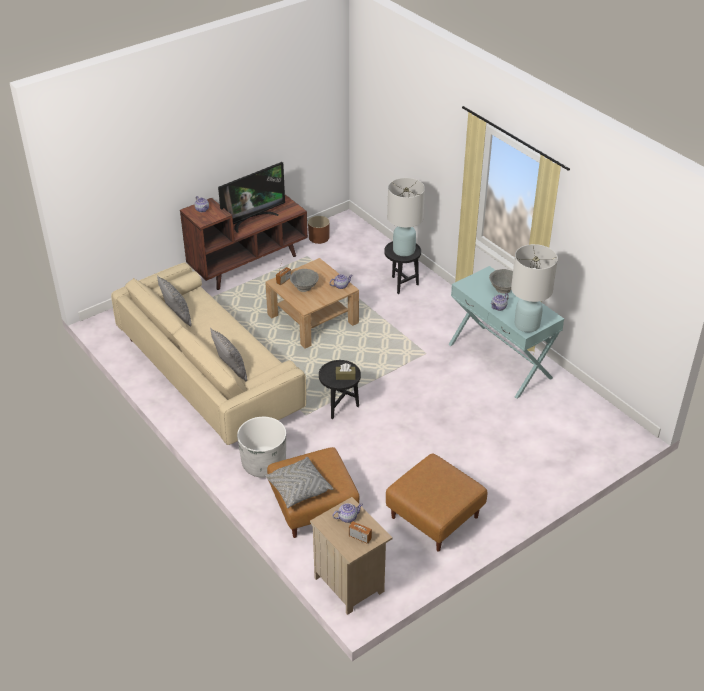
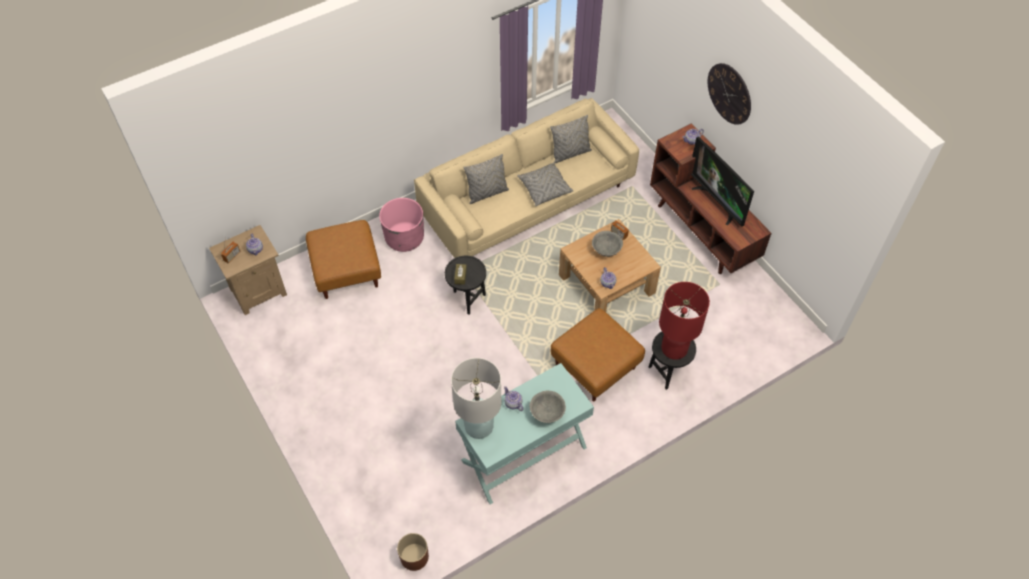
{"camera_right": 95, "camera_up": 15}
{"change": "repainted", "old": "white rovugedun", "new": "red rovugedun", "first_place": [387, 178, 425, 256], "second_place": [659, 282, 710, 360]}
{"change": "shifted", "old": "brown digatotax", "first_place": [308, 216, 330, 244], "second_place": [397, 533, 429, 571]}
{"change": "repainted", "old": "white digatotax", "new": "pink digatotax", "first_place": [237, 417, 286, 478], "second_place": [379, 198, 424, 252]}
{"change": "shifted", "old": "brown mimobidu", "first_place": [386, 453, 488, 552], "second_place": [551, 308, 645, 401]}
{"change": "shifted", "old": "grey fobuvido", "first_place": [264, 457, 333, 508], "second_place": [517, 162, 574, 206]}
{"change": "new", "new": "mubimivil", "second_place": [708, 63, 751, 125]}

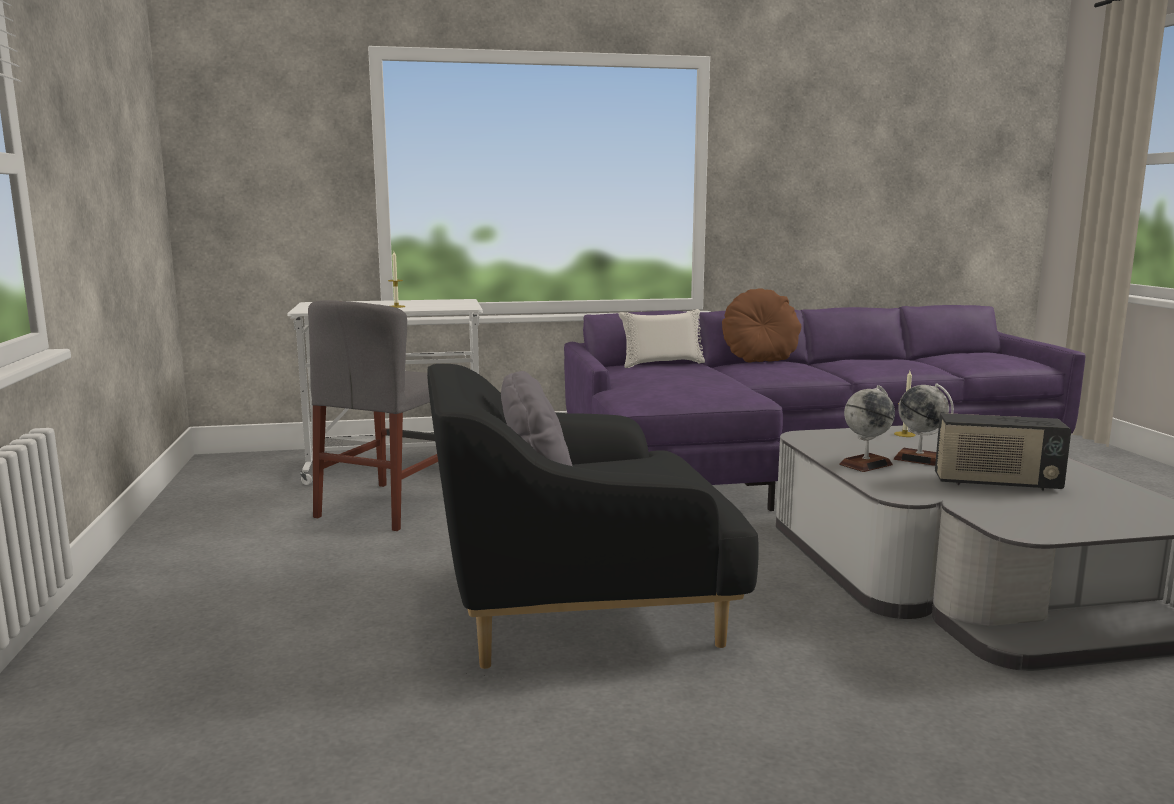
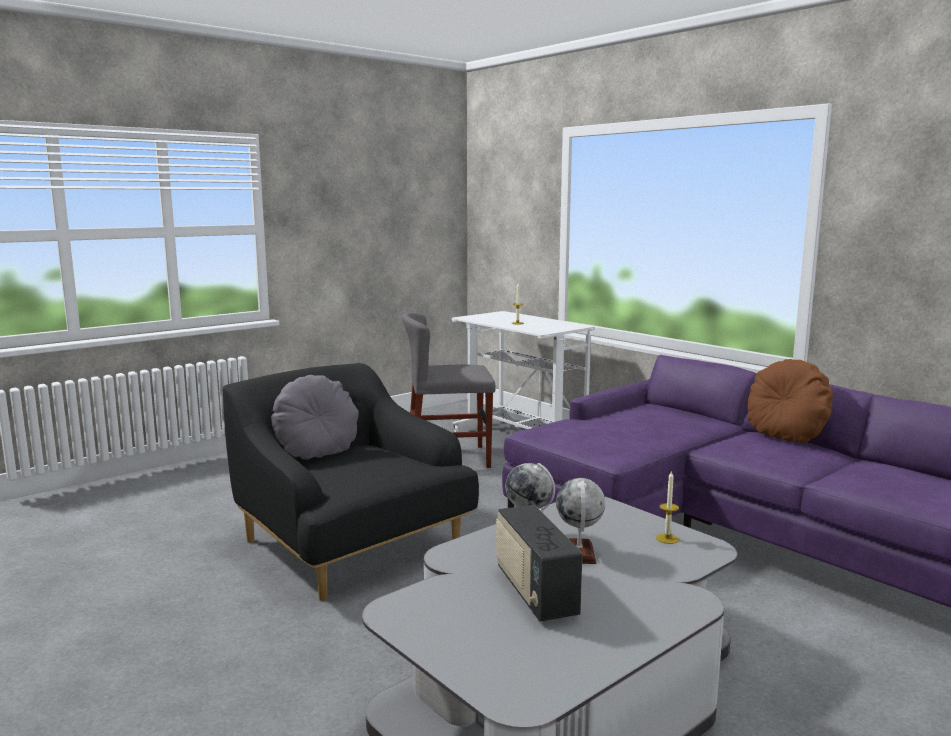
{"camera_right": 60, "camera_up": 0}
{"change": "gone", "old": "white fobuvido", "first_place": [619, 309, 705, 368]}

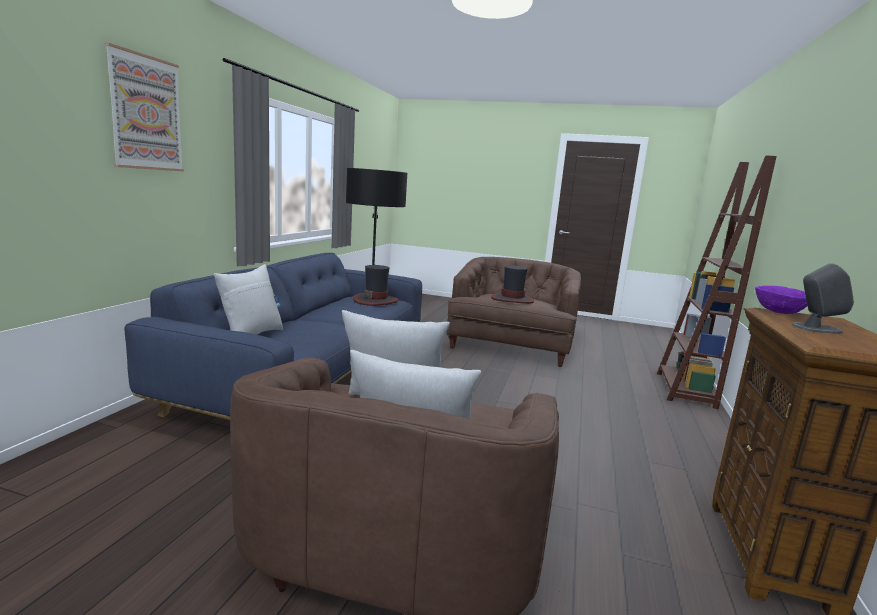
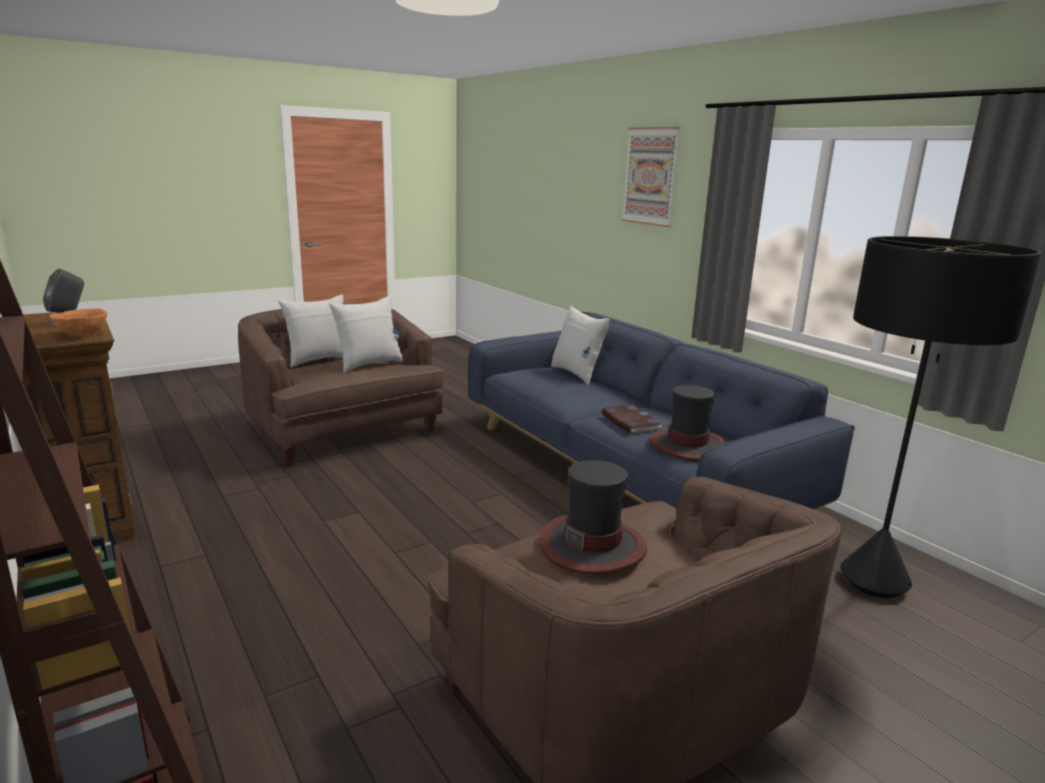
{"camera_right": 130, "camera_up": 5}
{"change": "repainted", "old": "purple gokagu", "new": "orange gokagu", "first_place": [755, 286, 807, 314], "second_place": [50, 308, 107, 336]}
{"change": "new", "new": "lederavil", "second_place": [602, 404, 663, 434]}

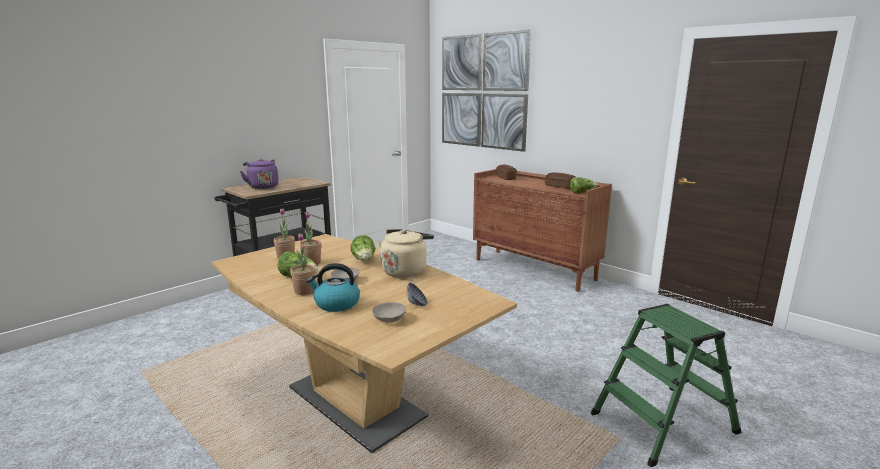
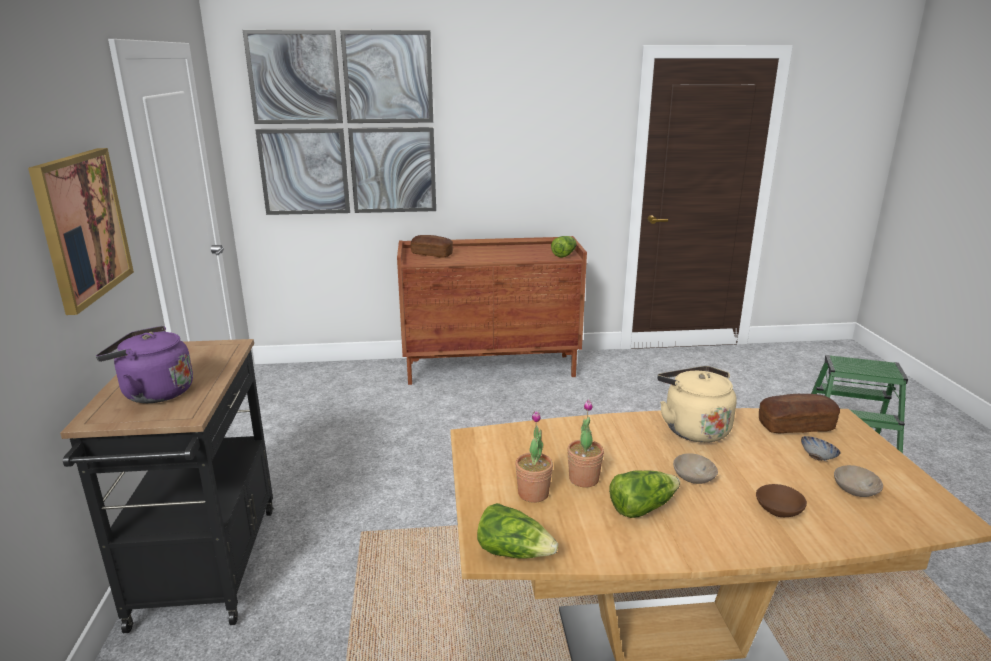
{"camera_right": -50, "camera_up": 5}
{"change": "shifted", "old": "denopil", "first_place": [545, 172, 575, 189], "second_place": [759, 394, 840, 433]}
{"change": "gone", "old": "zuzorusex", "first_place": [290, 233, 315, 295]}
{"change": "shifted", "old": "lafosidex", "first_place": [350, 235, 375, 261], "second_place": [477, 503, 558, 559]}
{"change": "swapped", "old": "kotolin", "new": "brown gokagu", "first_place": [306, 263, 360, 312], "second_place": [756, 484, 807, 517]}
{"change": "new", "new": "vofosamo", "second_place": [28, 148, 134, 315]}

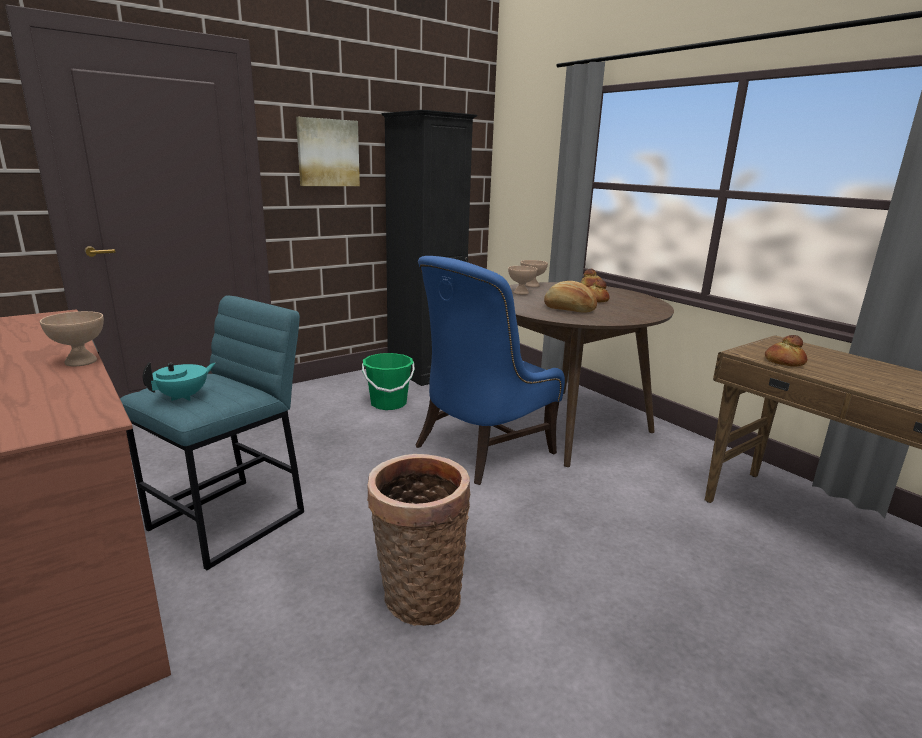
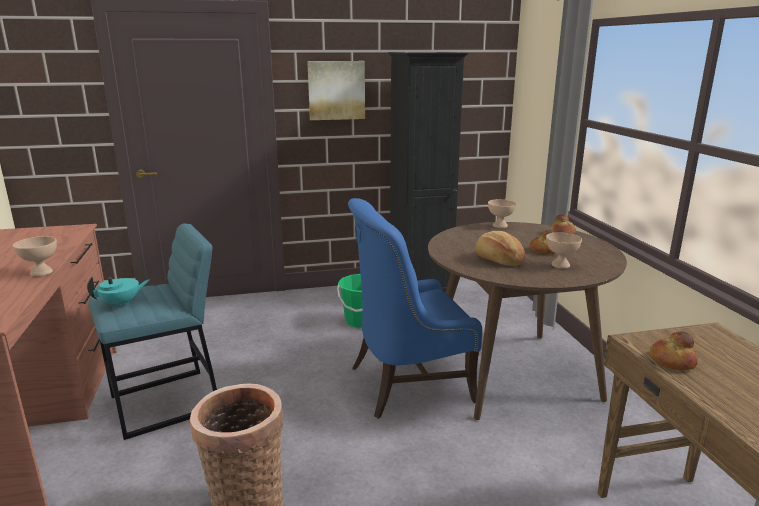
{"camera_right": 25, "camera_up": 0}
{"change": "shifted", "old": "beige gokagu", "first_place": [508, 266, 537, 295], "second_place": [546, 232, 582, 269]}

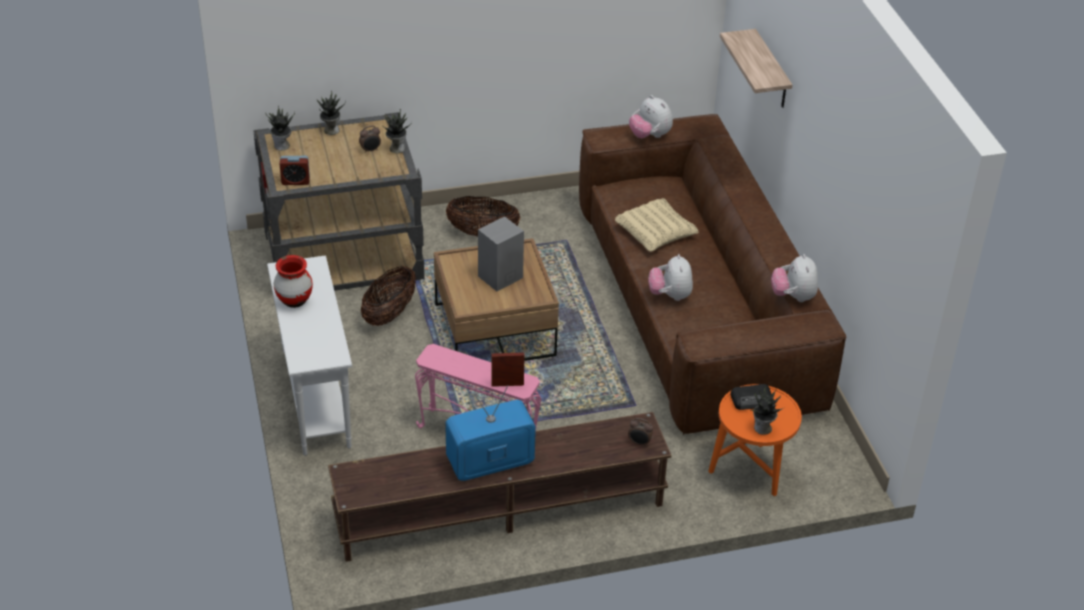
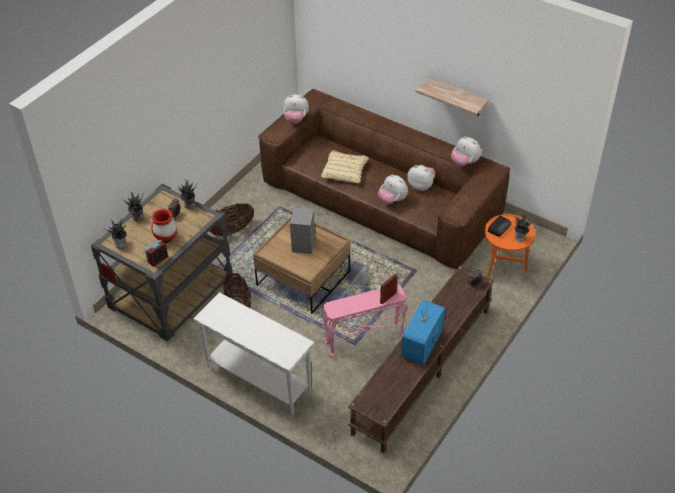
{"camera_right": -40, "camera_up": 5}
{"change": "shifted", "old": "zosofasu", "first_place": [720, 29, 792, 108], "second_place": [416, 77, 489, 116]}
{"change": "shifted", "old": "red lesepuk", "first_place": [273, 255, 313, 308], "second_place": [151, 209, 177, 243]}
{"change": "new", "new": "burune", "second_place": [407, 165, 435, 191]}

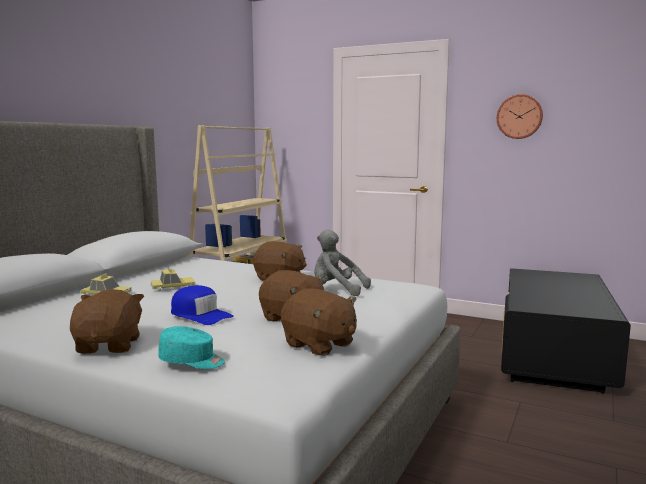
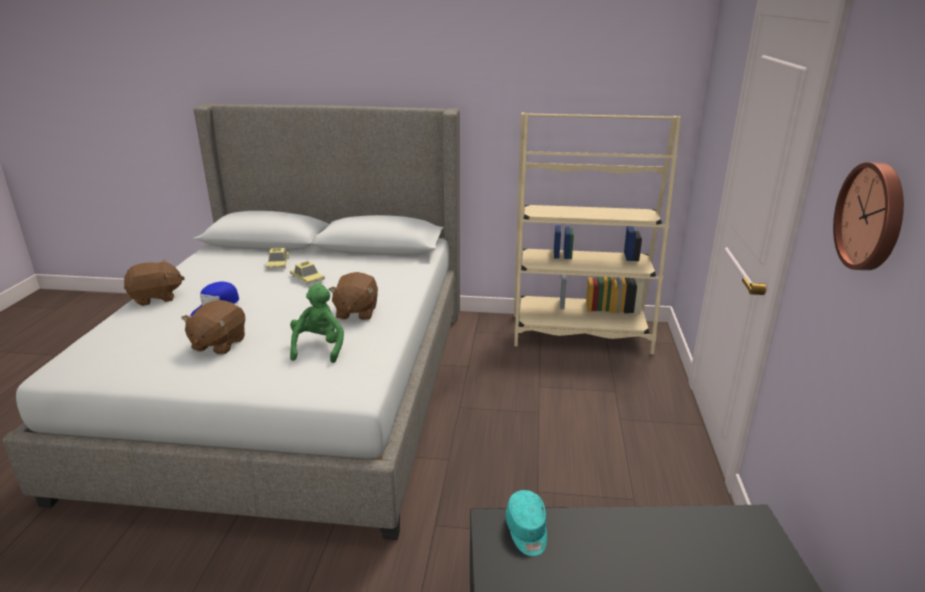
{"camera_right": 70, "camera_up": 15}
{"change": "repainted", "old": "grey burune", "new": "green burune", "first_place": [314, 229, 371, 296], "second_place": [290, 283, 344, 363]}
{"change": "gone", "old": "brown burune", "first_place": [281, 289, 357, 356]}
{"change": "shifted", "old": "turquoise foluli", "first_place": [158, 326, 225, 369], "second_place": [506, 490, 547, 556]}

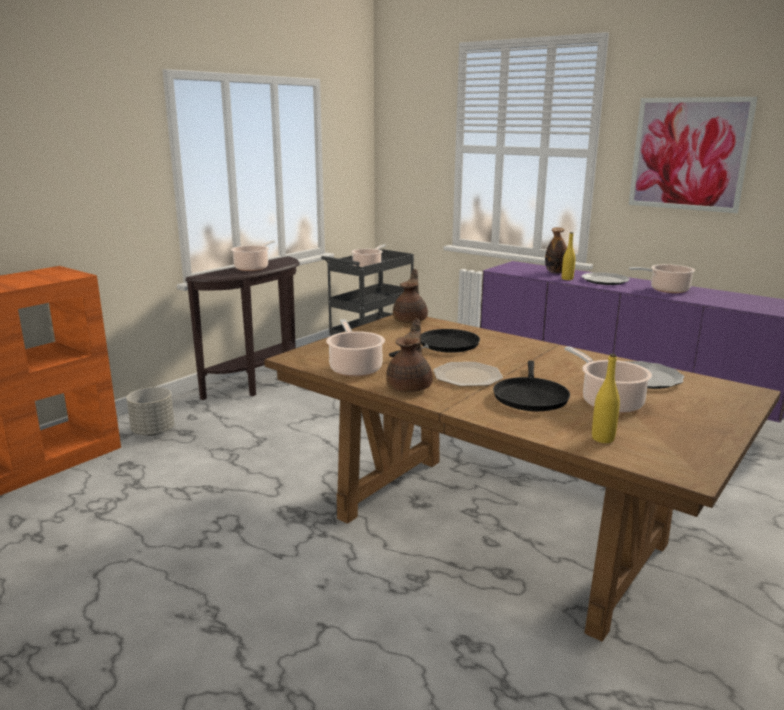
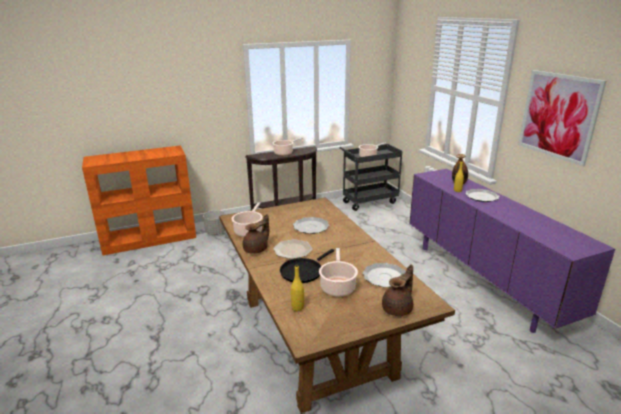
{"camera_right": 30, "camera_up": 5}
{"change": "gone", "old": "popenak", "first_place": [629, 264, 695, 293]}
{"change": "shifted", "old": "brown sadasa", "first_place": [393, 269, 428, 323], "second_place": [382, 265, 413, 316]}
{"change": "swapped", "old": "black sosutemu", "new": "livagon", "first_place": [389, 329, 480, 357], "second_place": [293, 217, 329, 234]}

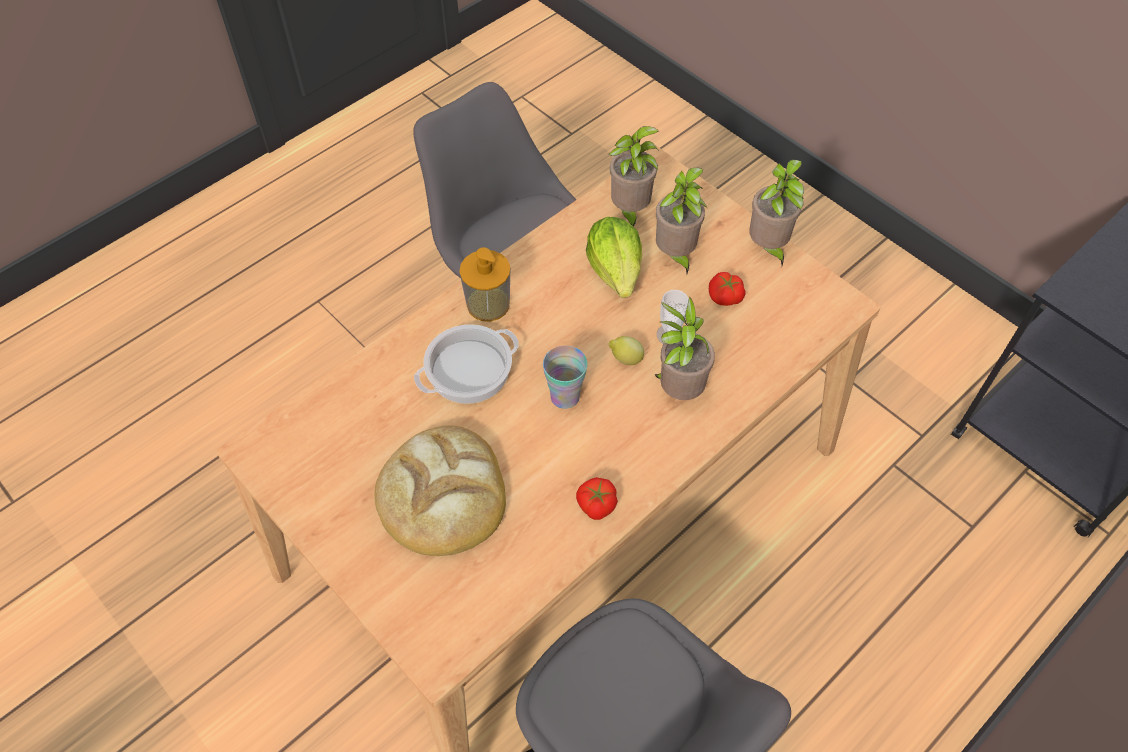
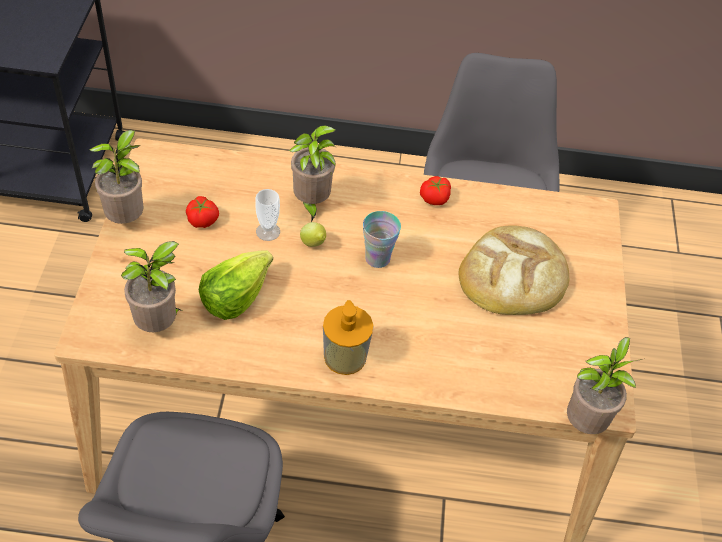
{"camera_right": -135, "camera_up": -5}
{"change": "shifted", "old": "zuzorusex", "first_place": [656, 168, 708, 274], "second_place": [567, 337, 642, 434]}
{"change": "gone", "old": "popenak", "first_place": [414, 324, 519, 404]}

